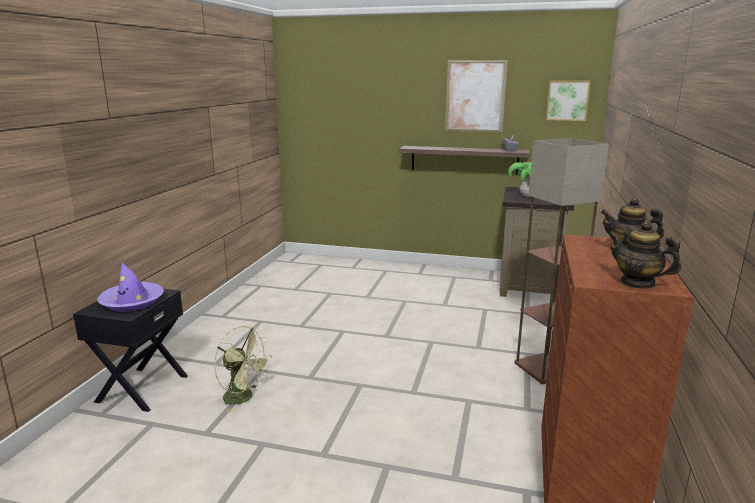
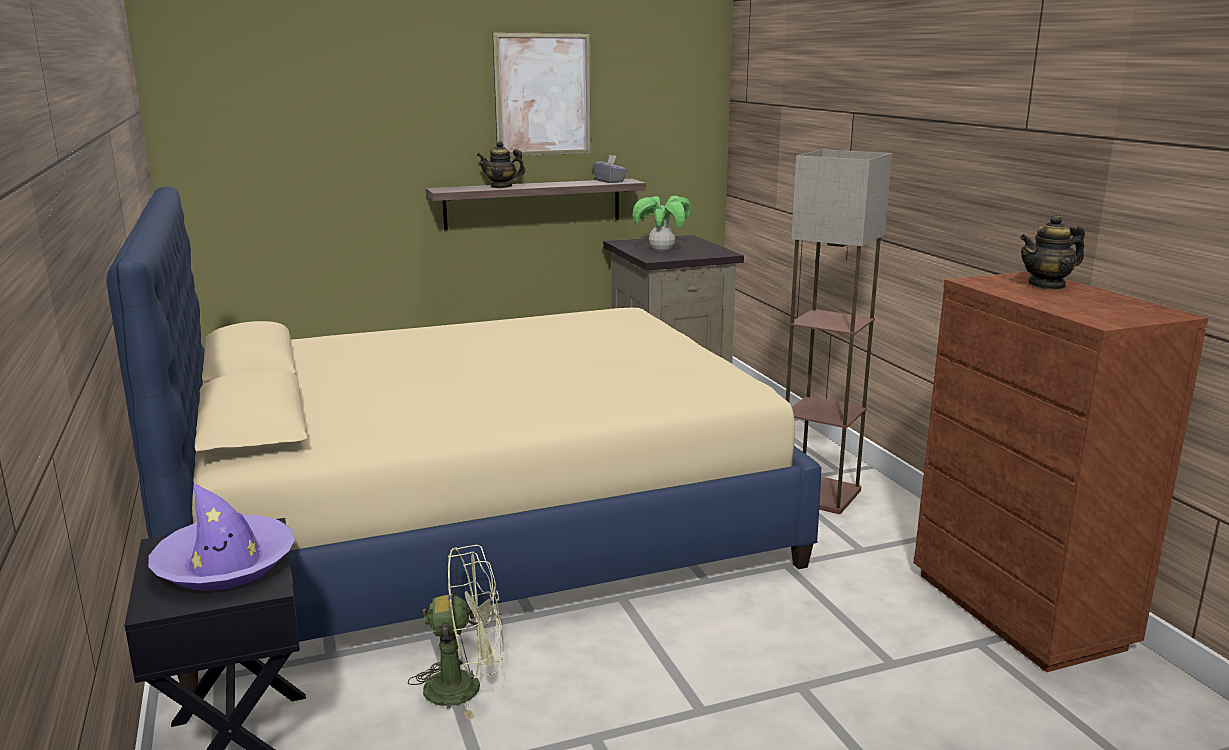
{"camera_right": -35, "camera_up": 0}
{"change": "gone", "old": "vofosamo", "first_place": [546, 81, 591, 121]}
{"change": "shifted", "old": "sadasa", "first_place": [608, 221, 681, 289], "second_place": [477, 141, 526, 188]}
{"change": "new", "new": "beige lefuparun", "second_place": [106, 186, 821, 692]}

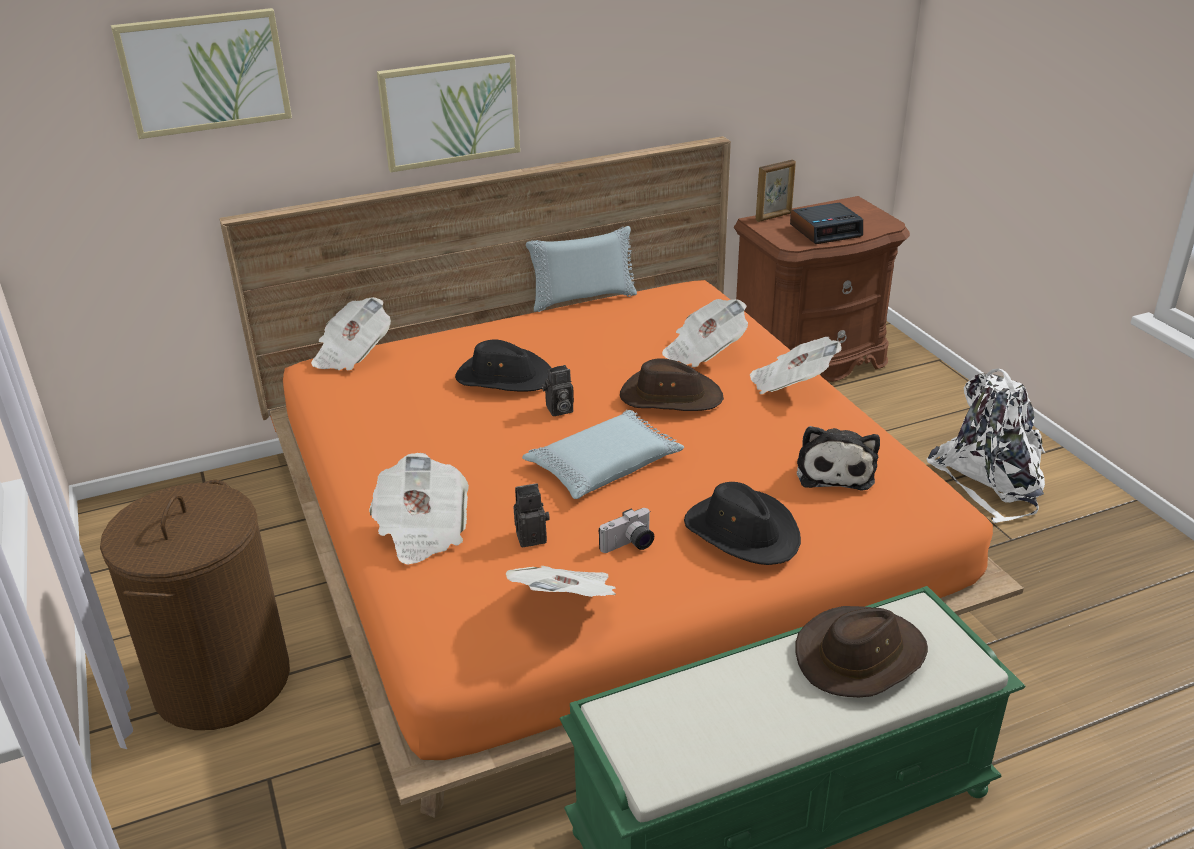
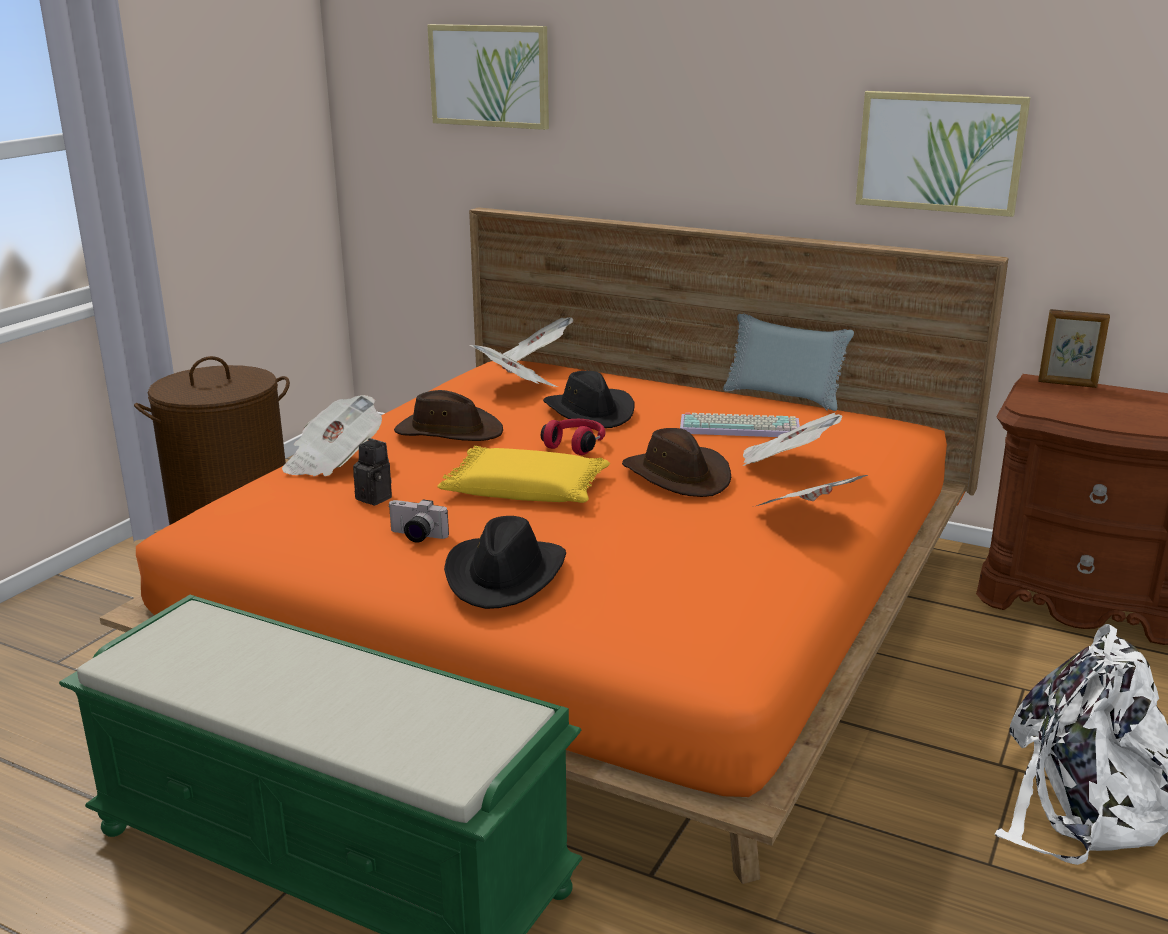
{"camera_right": 50, "camera_up": -10}
{"change": "shifted", "old": "vofosamo", "first_place": [377, 54, 520, 172], "second_place": [855, 91, 1031, 217]}
{"change": "gone", "old": "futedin", "first_place": [790, 203, 863, 244]}
{"change": "swapped", "old": "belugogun", "new": "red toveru", "first_place": [542, 365, 574, 416], "second_place": [541, 419, 606, 455]}
{"change": "repainted", "old": "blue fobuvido", "new": "yellow fobuvido", "first_place": [522, 410, 684, 499], "second_place": [437, 446, 610, 503]}
{"change": "gone", "old": "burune", "first_place": [797, 426, 880, 491]}
{"change": "shifted", "old": "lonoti", "first_place": [506, 566, 616, 597], "second_place": [470, 345, 558, 387]}
{"change": "shifted", "old": "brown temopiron", "first_place": [795, 606, 928, 697], "second_place": [394, 390, 503, 441]}
{"change": "new", "new": "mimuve", "second_place": [680, 413, 800, 437]}

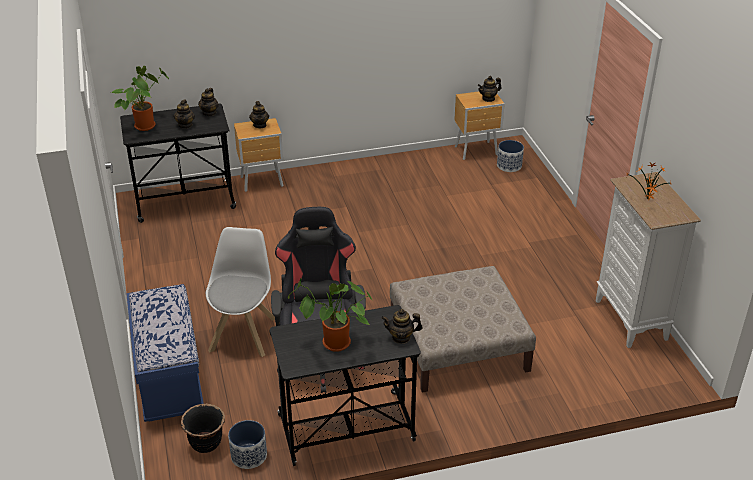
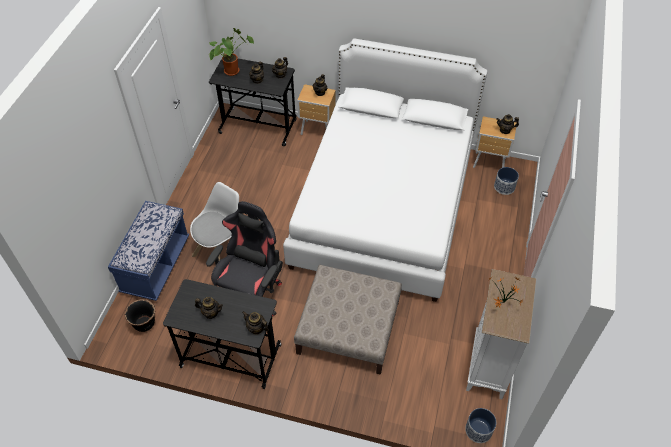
{"camera_right": 30, "camera_up": 15}
{"change": "swapped", "old": "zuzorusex", "new": "sadasa", "first_place": [288, 277, 372, 352], "second_place": [195, 297, 223, 319]}
{"change": "shifted", "old": "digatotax", "first_place": [228, 420, 267, 469], "second_place": [465, 408, 496, 443]}
{"change": "new", "new": "white lefuparun", "second_place": [283, 38, 487, 302]}

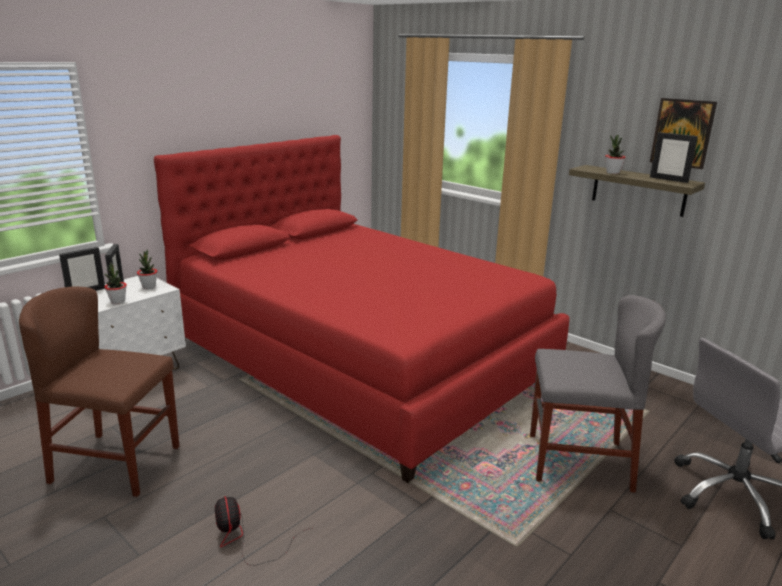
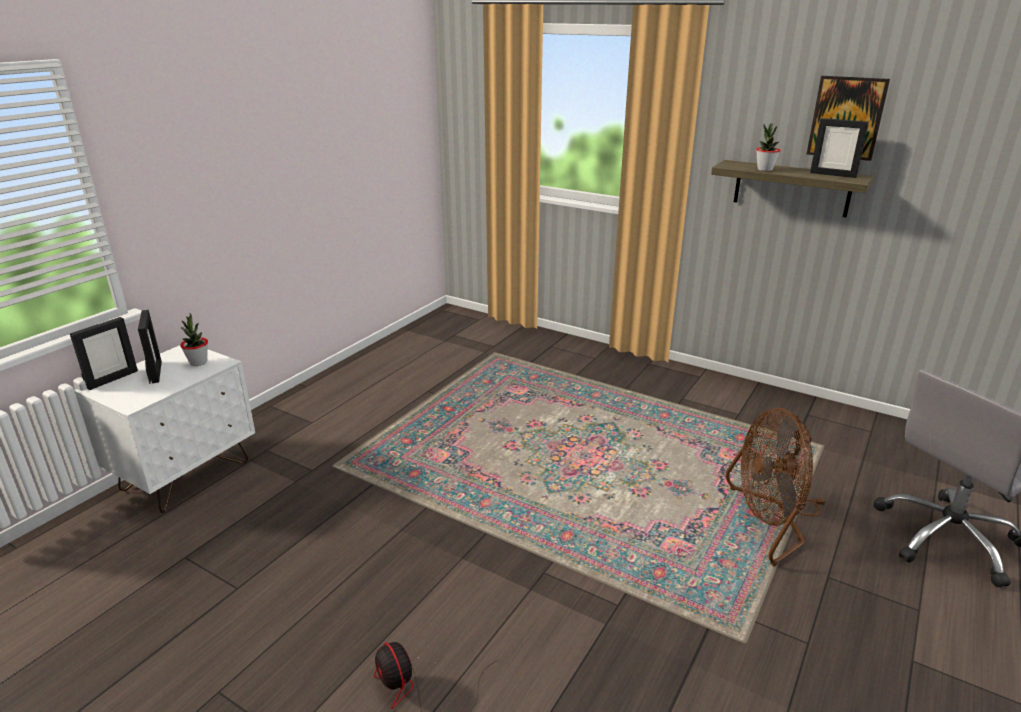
{"camera_right": -10, "camera_up": 5}
{"change": "gone", "old": "red lefuparun", "first_place": [154, 135, 570, 483]}
{"change": "gone", "old": "zuzorusex", "first_place": [104, 262, 127, 304]}
{"change": "gone", "old": "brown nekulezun", "first_place": [19, 286, 179, 497]}
{"change": "swapped", "old": "grey nekulezun", "new": "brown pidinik", "first_place": [530, 295, 666, 493], "second_place": [726, 408, 827, 567]}

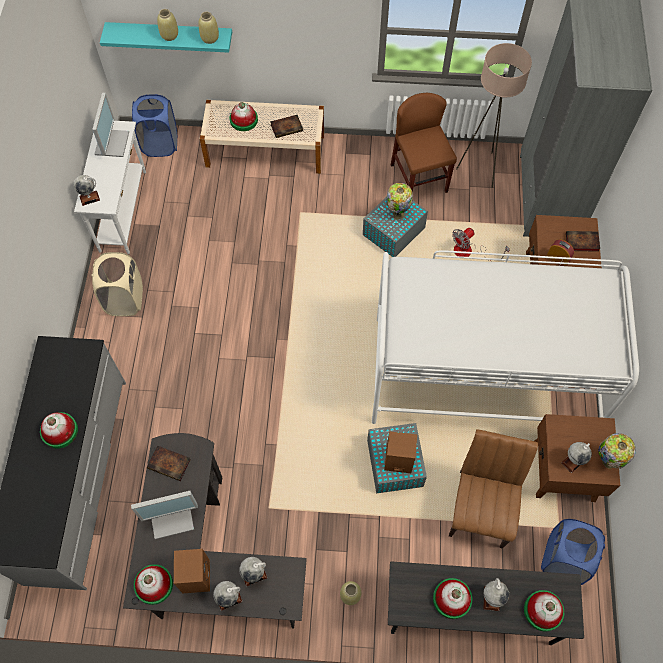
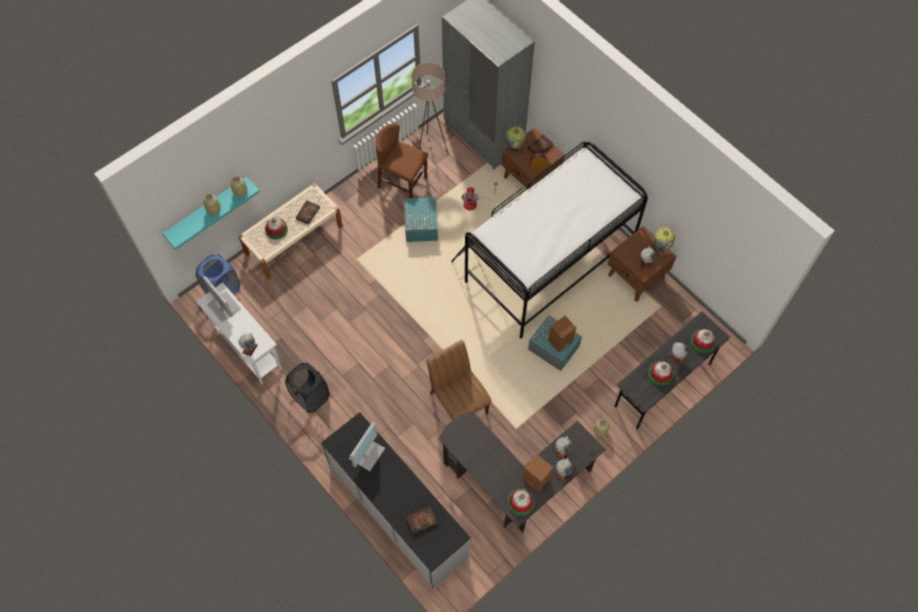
{"camera_right": -45, "camera_up": 0}
{"change": "shifted", "old": "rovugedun", "first_place": [386, 183, 413, 220], "second_place": [505, 126, 526, 153]}
{"change": "repainted", "old": "white lefuparun", "new": "black lefuparun", "first_place": [372, 250, 639, 424], "second_place": [451, 142, 648, 338]}
{"change": "repainted", "old": "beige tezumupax", "new": "black tezumupax", "first_place": [91, 252, 143, 316], "second_place": [285, 363, 330, 413]}
{"change": "gone", "old": "temopiron", "first_place": [40, 412, 78, 449]}
{"change": "shifted", "old": "brown nekulezun", "first_place": [449, 429, 538, 549], "second_place": [426, 340, 491, 420]}
{"change": "shifted", "old": "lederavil", "first_place": [147, 445, 191, 481], "second_place": [406, 506, 438, 534]}
{"change": "shifted", "old": "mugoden", "first_place": [131, 491, 198, 539], "second_place": [349, 422, 385, 471]}
{"change": "gone", "old": "blue tezumupax", "first_place": [541, 519, 605, 585]}

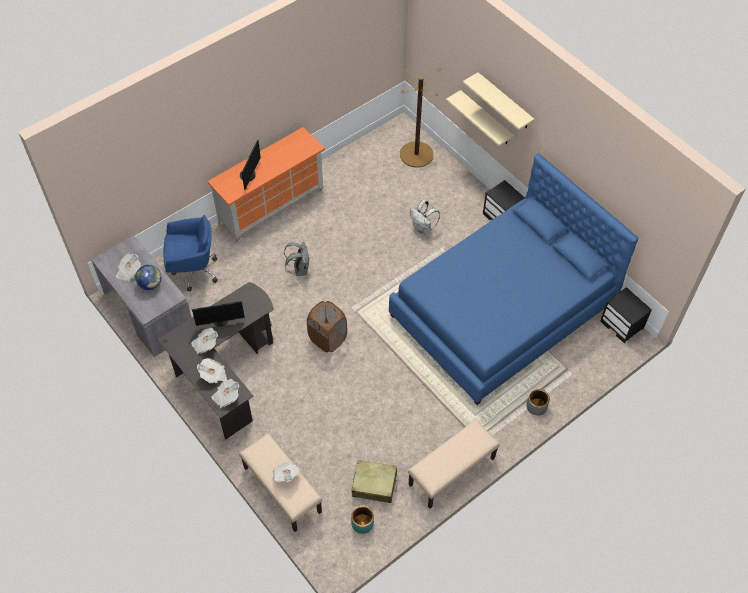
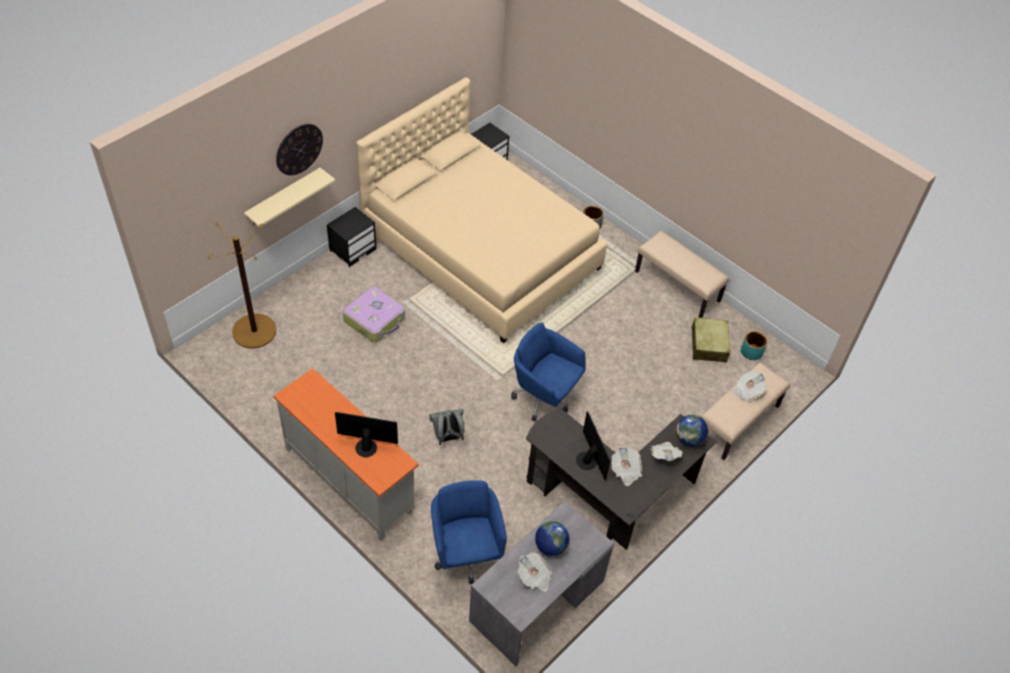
{"camera_right": -100, "camera_up": -5}
{"change": "swapped", "old": "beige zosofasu", "new": "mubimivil", "first_place": [463, 72, 534, 130], "second_place": [276, 124, 323, 175]}
{"change": "repainted", "old": "blue lefuparun", "new": "beige lefuparun", "first_place": [389, 154, 638, 405], "second_place": [356, 77, 607, 343]}
{"change": "swapped", "old": "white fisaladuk", "new": "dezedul", "first_place": [410, 200, 440, 235], "second_place": [343, 286, 405, 343]}
{"change": "swapped", "old": "brown tezumupax", "new": "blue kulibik", "first_place": [307, 301, 347, 352], "second_place": [511, 322, 585, 421]}
{"change": "swapped", "old": "lonoti", "new": "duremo", "first_place": [212, 379, 240, 408], "second_place": [676, 415, 708, 446]}

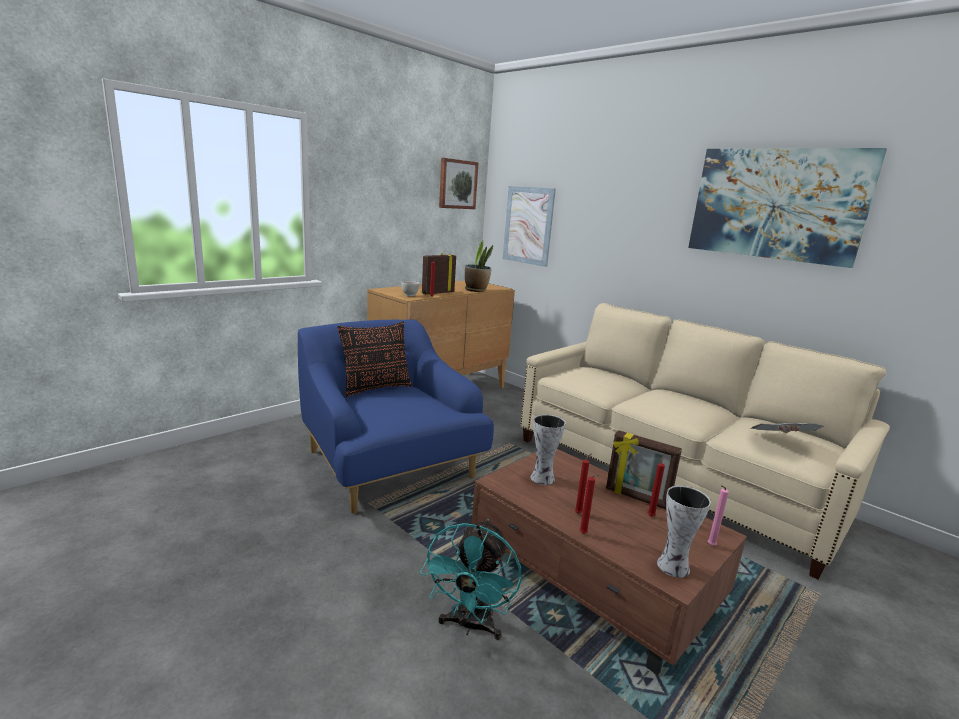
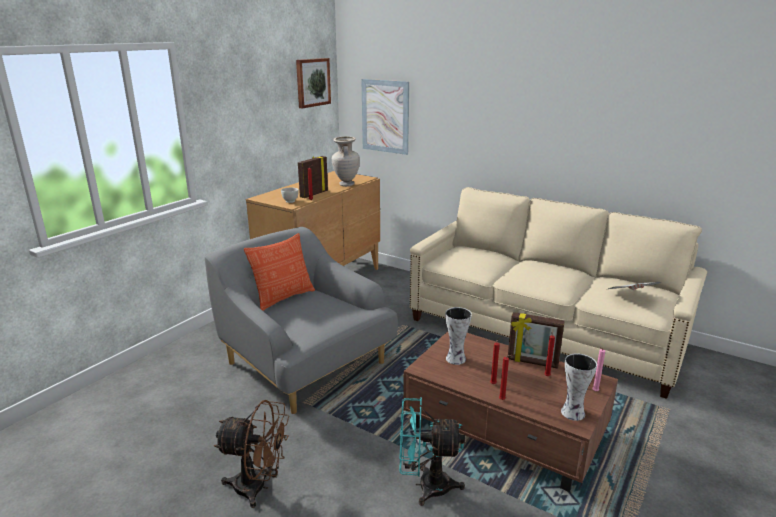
{"camera_right": -10, "camera_up": 5}
{"change": "gone", "old": "vofosamo", "first_place": [688, 148, 887, 268]}
{"change": "swapped", "old": "zuzorusex", "new": "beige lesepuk", "first_place": [465, 240, 493, 292], "second_place": [332, 136, 360, 187]}
{"change": "repainted", "old": "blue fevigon", "new": "grey fevigon", "first_place": [298, 319, 494, 514], "second_place": [205, 227, 398, 414]}
{"change": "repainted", "old": "black fobuvido", "new": "orange fobuvido", "first_place": [337, 322, 412, 397], "second_place": [244, 233, 315, 311]}
{"change": "rotated", "old": "turquoise pidinik", "first_place": [420, 519, 521, 640], "second_place": [399, 397, 465, 506], "degrees": 90}
{"change": "new", "new": "brown pidinik", "second_place": [214, 400, 289, 508]}

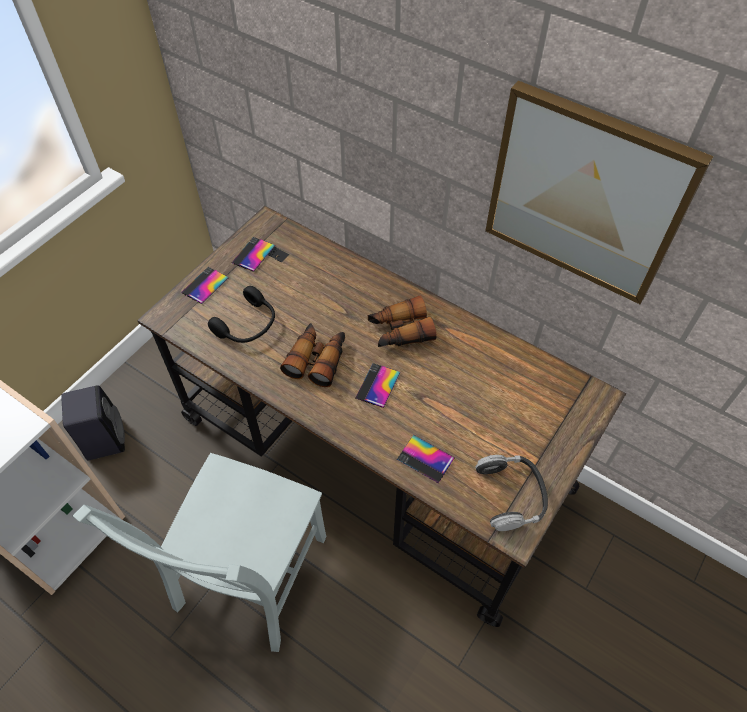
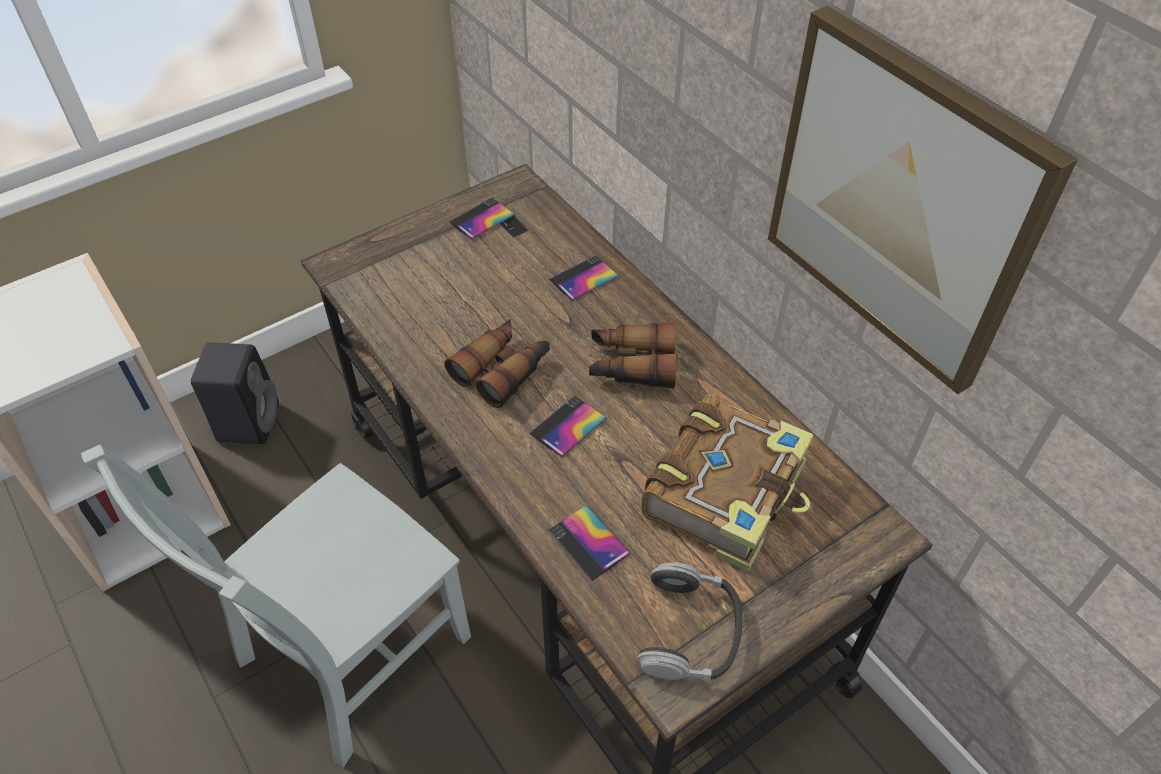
{"camera_right": 20, "camera_up": -5}
{"change": "shifted", "old": "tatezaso", "first_place": [181, 267, 229, 304], "second_place": [549, 255, 619, 301]}
{"change": "gone", "old": "black toveru", "first_place": [208, 286, 275, 343]}
{"change": "new", "new": "lederavil", "second_place": [641, 395, 814, 571]}

